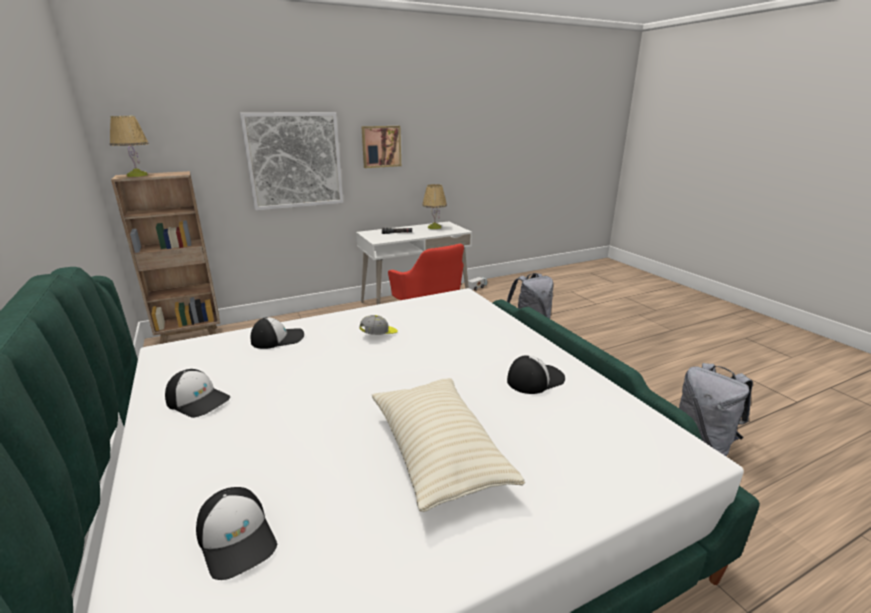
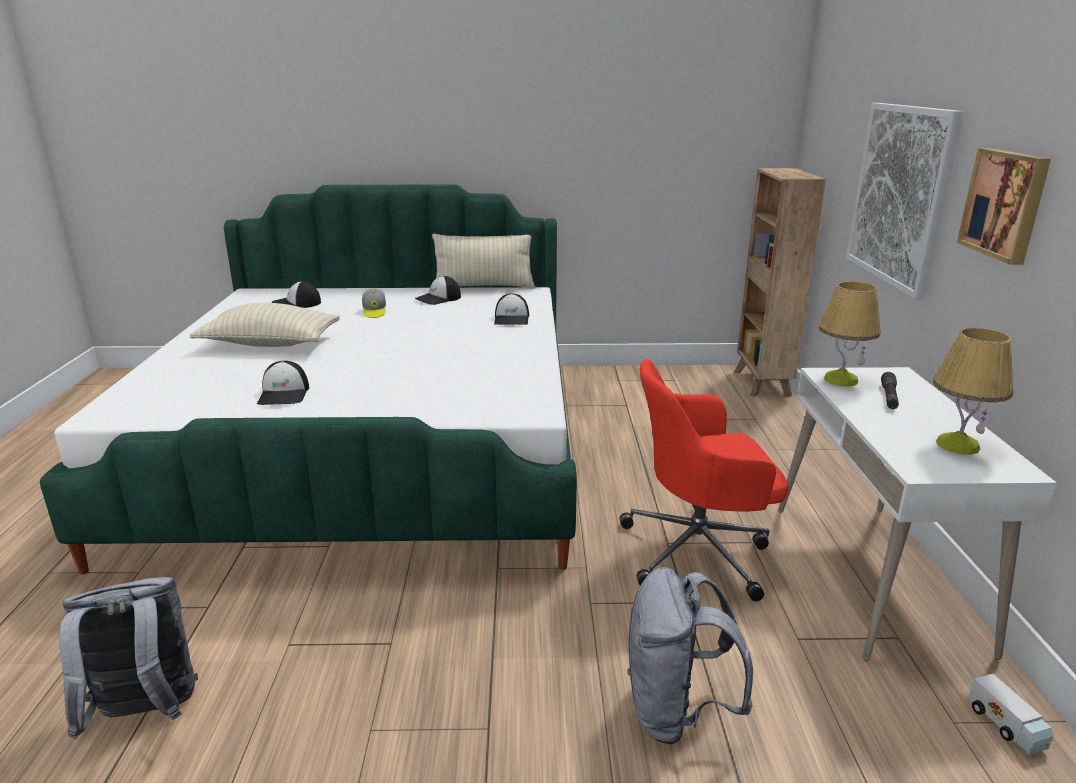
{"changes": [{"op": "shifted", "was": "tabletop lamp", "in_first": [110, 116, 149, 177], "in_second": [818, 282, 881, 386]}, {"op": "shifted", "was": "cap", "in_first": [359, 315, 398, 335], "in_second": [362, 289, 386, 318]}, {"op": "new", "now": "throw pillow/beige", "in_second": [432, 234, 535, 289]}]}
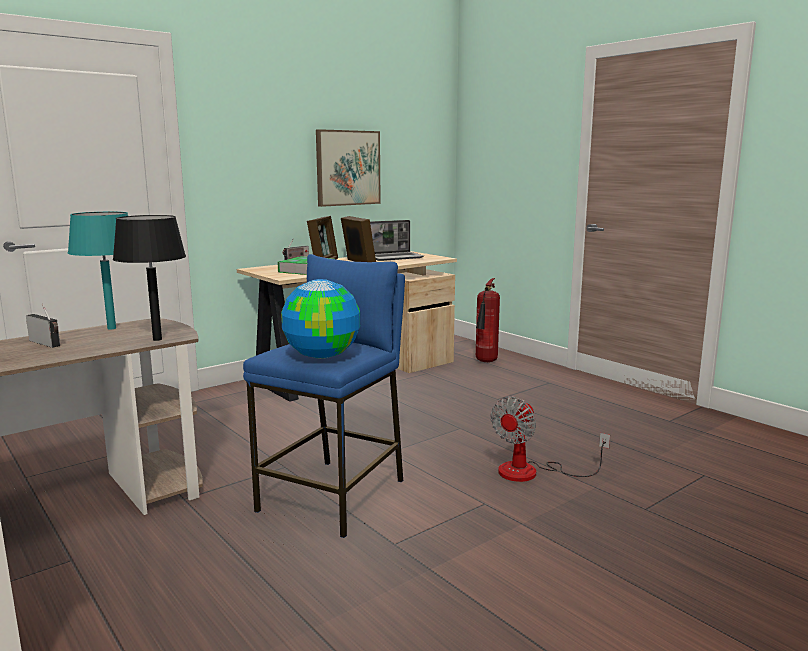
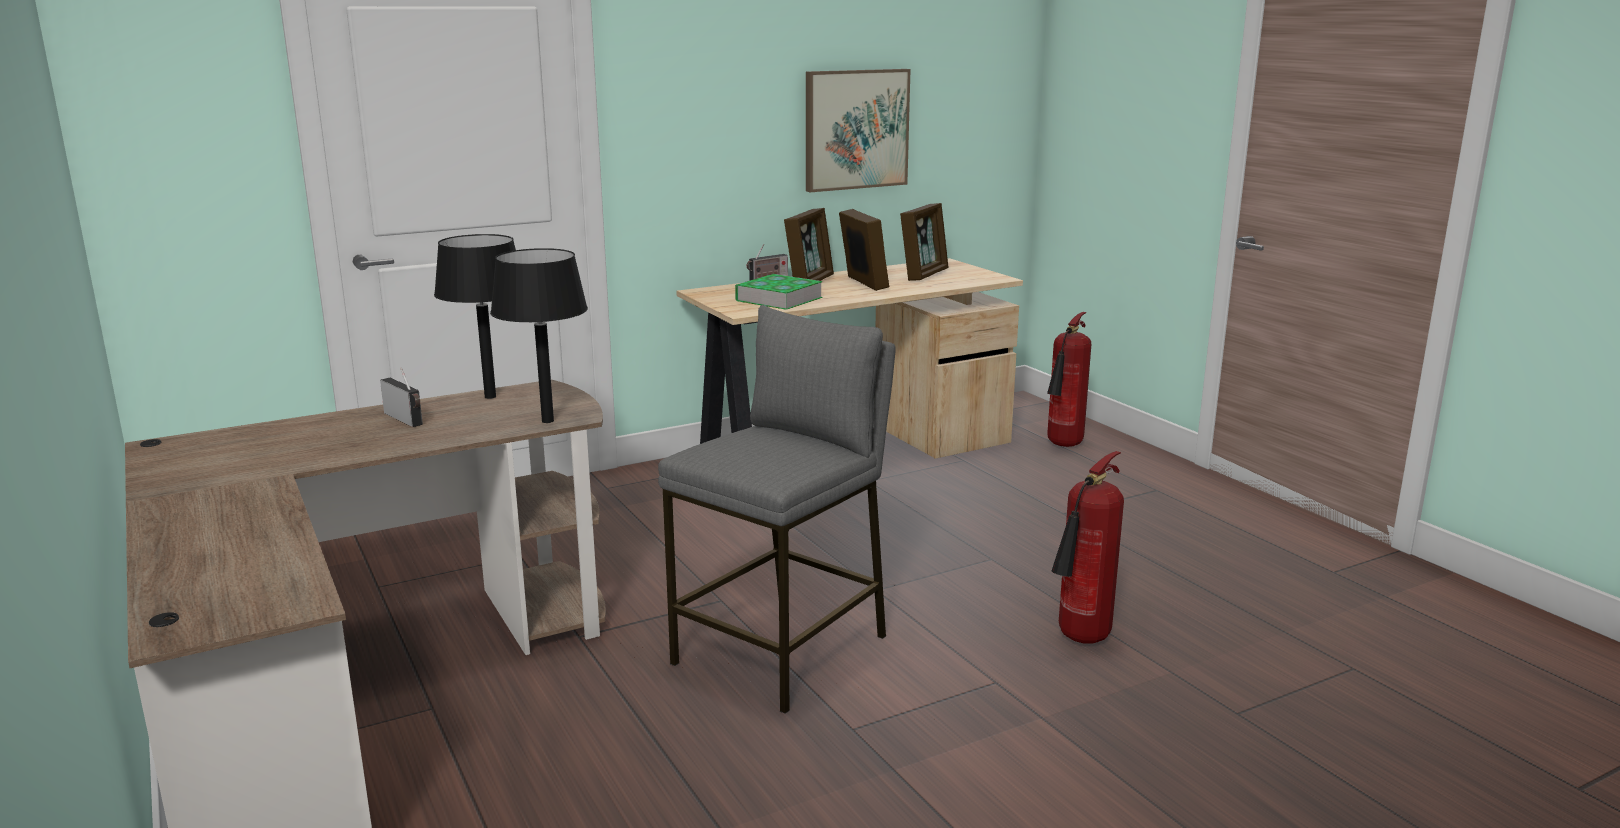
{"changes": [{"op": "repainted", "was": "tabletop lamp/turquoise-coloured", "now": "tabletop lamp/black-coloured", "in_first": [68, 212, 128, 330], "in_second": [434, 234, 516, 399]}, {"op": "repainted", "was": "sitting stool/bluish", "now": "sitting stool/gray", "in_first": [243, 254, 405, 538], "in_second": [658, 305, 896, 714]}, {"op": "gone", "was": "globe", "in_first": [281, 279, 360, 359]}, {"op": "swapped", "was": "notebook computer", "now": "standing frame", "in_first": [370, 220, 424, 261], "in_second": [900, 203, 948, 281]}, {"op": "swapped", "was": "cooling fan", "now": "fire-fighting cylinder", "in_first": [491, 397, 610, 482], "in_second": [1052, 451, 1124, 643]}]}
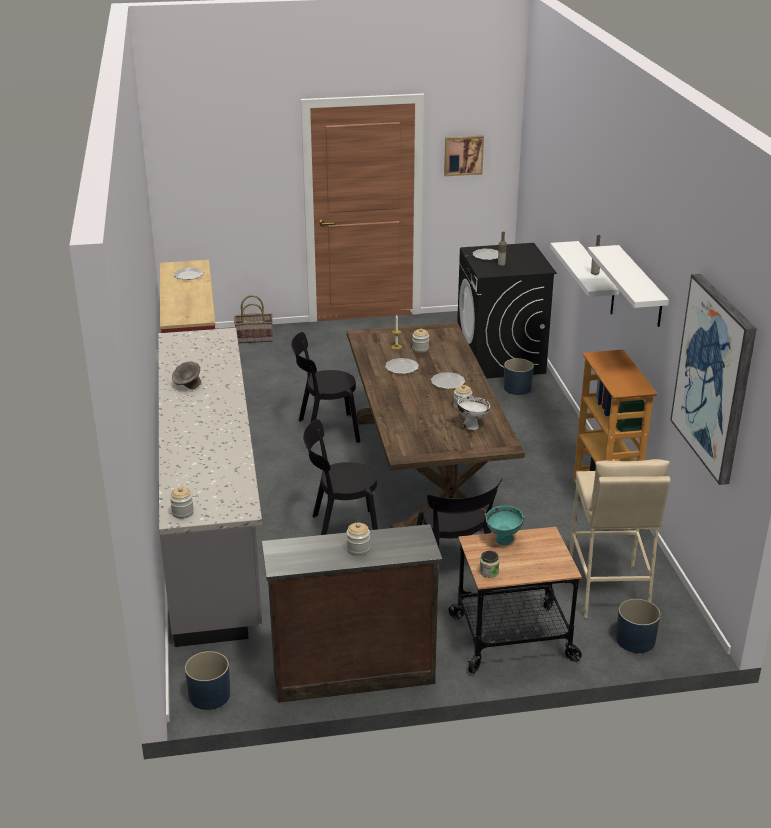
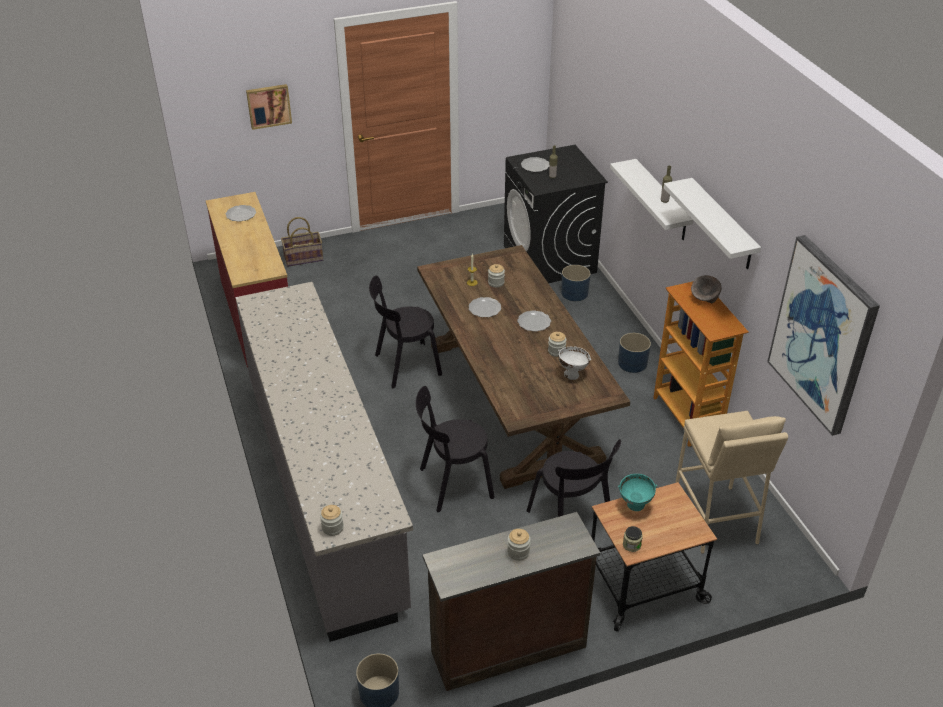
{"changes": [{"op": "shifted", "was": "bowl/gray", "in_first": [172, 362, 201, 390], "in_second": [691, 275, 722, 303]}, {"op": "shifted", "was": "wall art", "in_first": [444, 135, 484, 176], "in_second": [246, 84, 292, 130]}, {"op": "shifted", "was": "flower pot/bluish", "in_first": [616, 599, 661, 653], "in_second": [618, 333, 651, 373]}]}
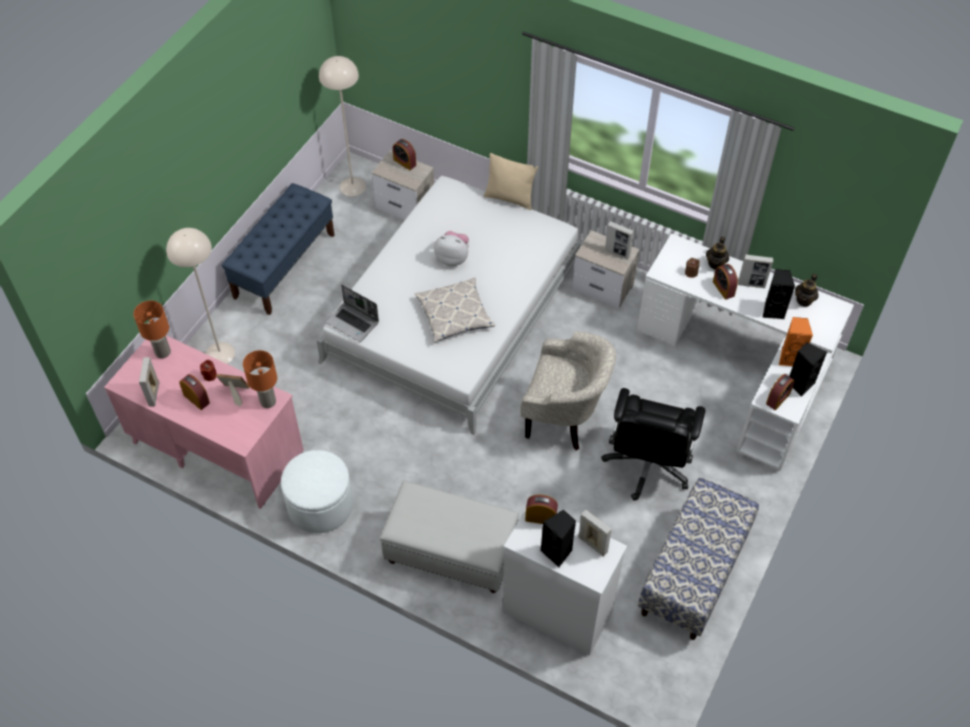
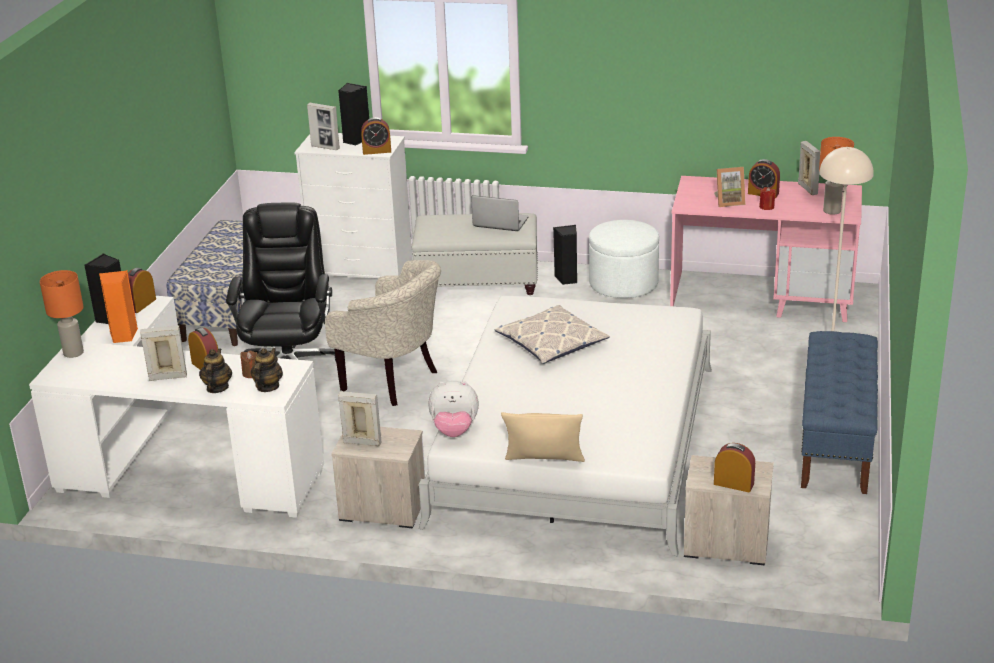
{"changes": [{"op": "shifted", "was": "tabletop lamp/orange-coloured", "in_first": [243, 350, 277, 408], "in_second": [40, 270, 84, 358]}, {"op": "gone", "was": "standard lamp/beige", "in_first": [319, 56, 366, 196]}, {"op": "shifted", "was": "notebook computer", "in_first": [326, 285, 379, 342], "in_second": [471, 195, 528, 231]}, {"op": "shifted", "was": "cuddly toy", "in_first": [434, 231, 469, 266], "in_second": [428, 381, 479, 437]}, {"op": "rotated", "was": "armchair/beige", "in_first": [521, 331, 616, 451], "in_second": [325, 260, 441, 406], "clockwise": -150}, {"op": "shifted", "was": "audio speaker/black-coloured", "in_first": [762, 269, 795, 319], "in_second": [553, 225, 577, 285]}, {"op": "shifted", "was": "tea pot", "in_first": [795, 274, 819, 307], "in_second": [251, 348, 283, 392]}]}
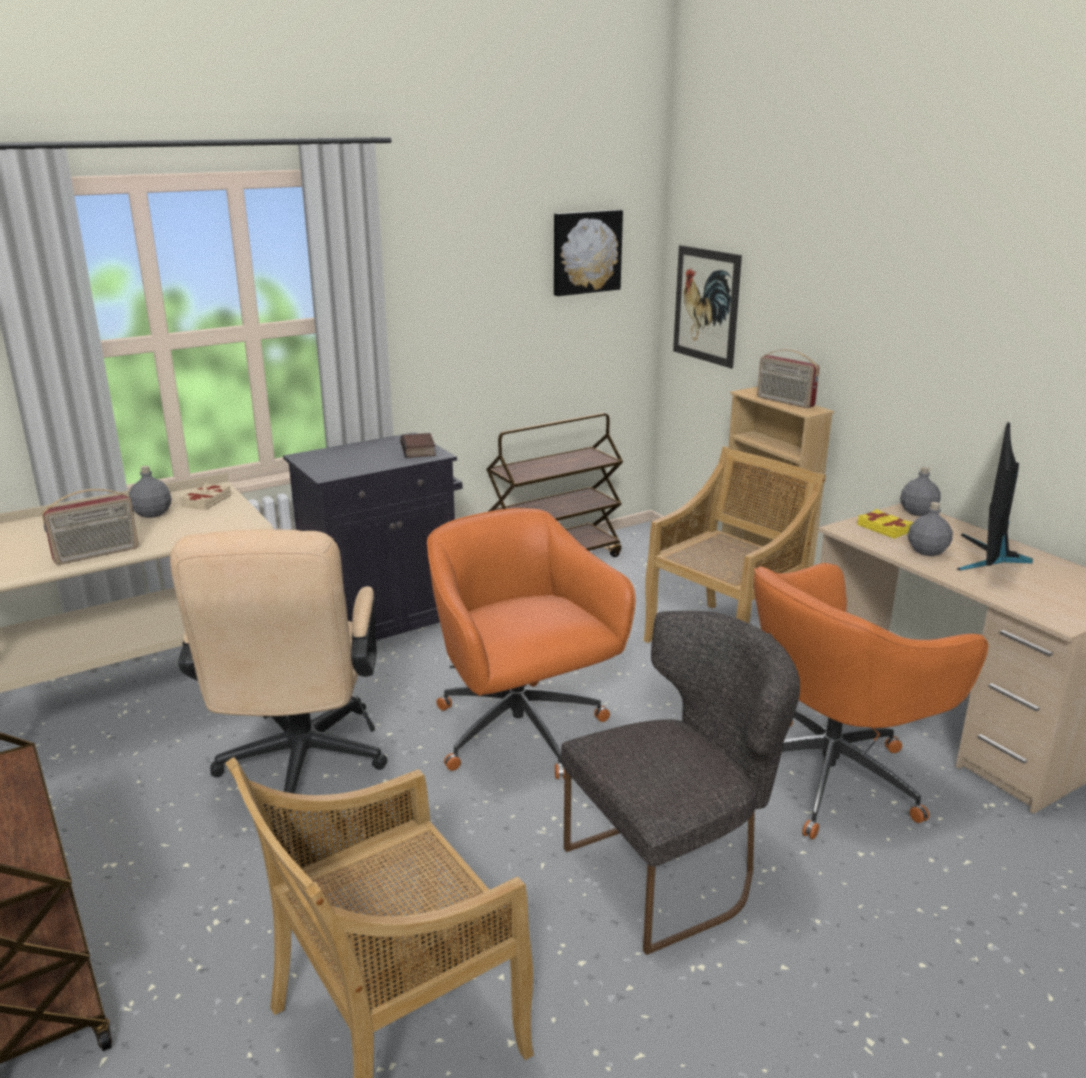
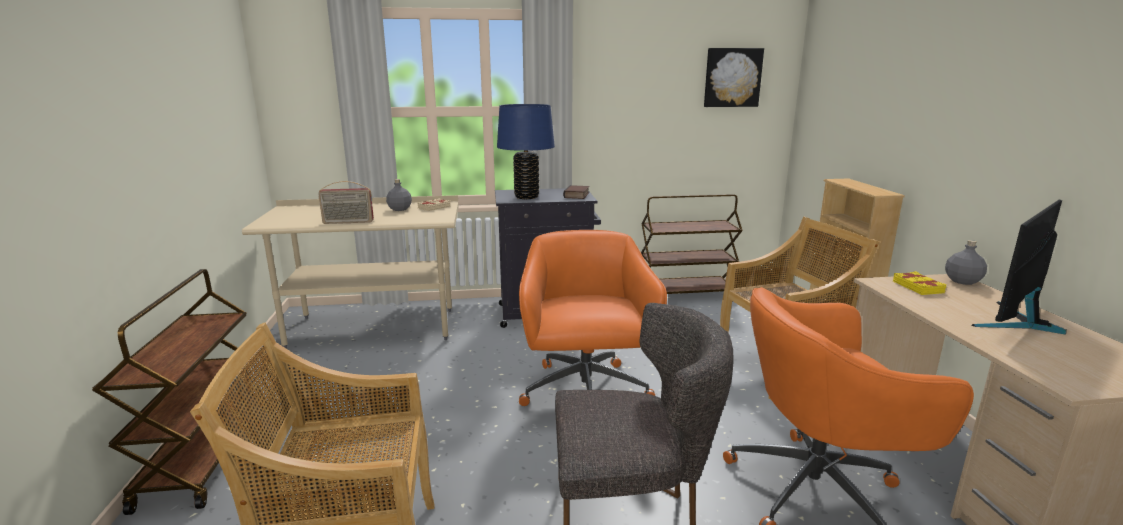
{"changes": [{"op": "gone", "was": "office chair/beige", "in_first": [170, 529, 387, 812]}, {"op": "gone", "was": "wall art", "in_first": [673, 245, 742, 369]}, {"op": "gone", "was": "radio", "in_first": [757, 349, 819, 408]}, {"op": "gone", "was": "beverage bottle/gray", "in_first": [908, 502, 953, 556]}, {"op": "new", "now": "tabletop lamp/bluish", "in_second": [497, 104, 555, 199]}]}
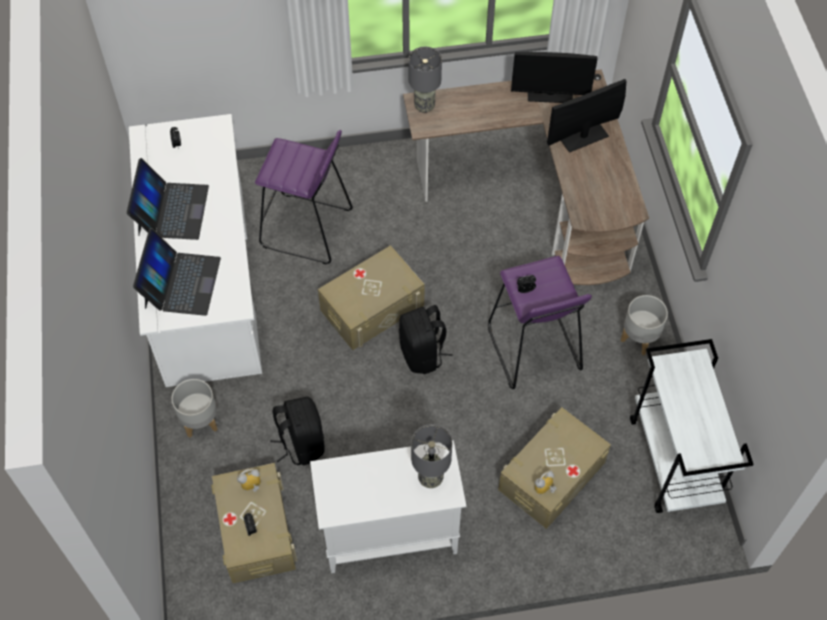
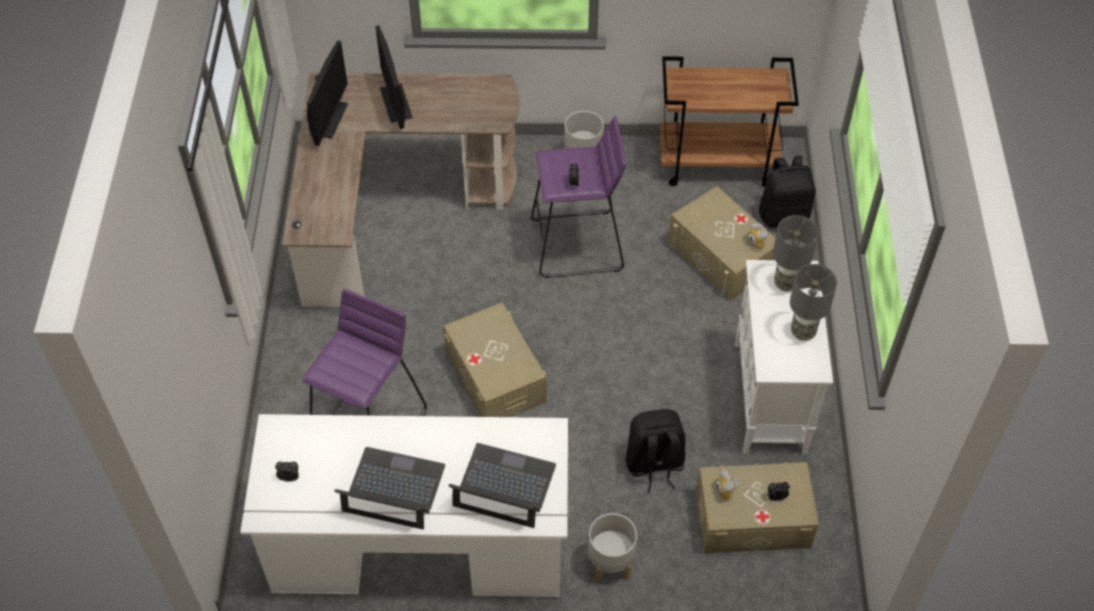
{"changes": [{"op": "shifted", "was": "knapsack/black-coloured", "in_first": [399, 305, 453, 374], "in_second": [759, 156, 816, 228]}, {"op": "shifted", "was": "tabletop lamp/gray", "in_first": [408, 47, 442, 113], "in_second": [790, 264, 837, 341]}, {"op": "repainted", "was": "trolley/white-coloured", "now": "trolley/brown", "in_first": [630, 339, 754, 513], "in_second": [660, 56, 799, 187]}]}
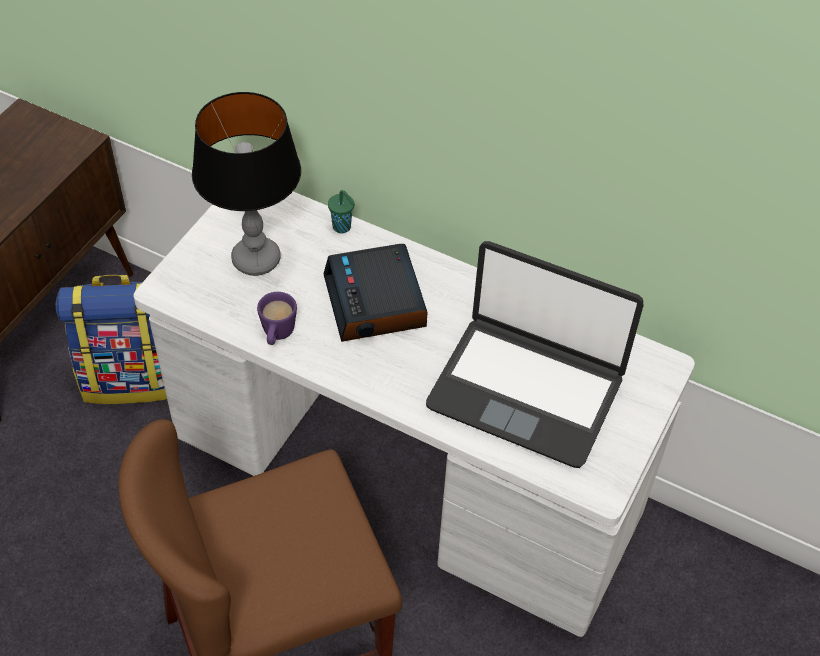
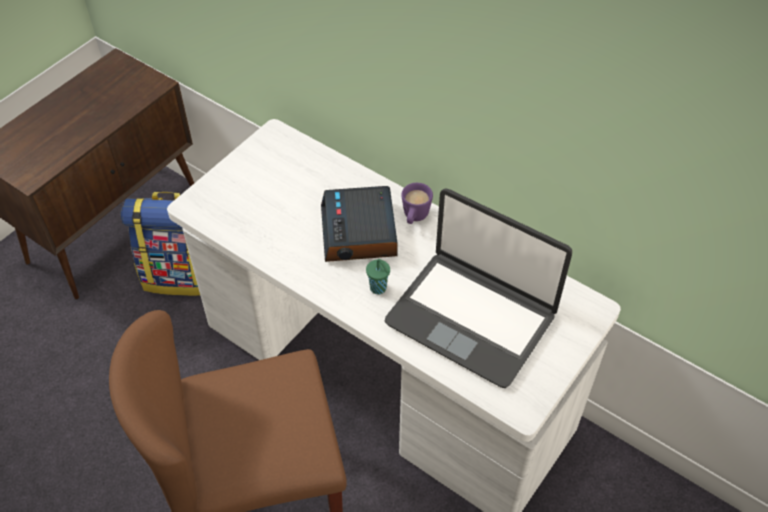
{"changes": [{"op": "gone", "was": "tabletop lamp", "in_first": [192, 92, 301, 276]}, {"op": "shifted", "was": "coffee mug/purplish", "in_first": [257, 292, 297, 345], "in_second": [401, 183, 433, 224]}, {"op": "shifted", "was": "drinking cup/green", "in_first": [328, 190, 354, 233], "in_second": [366, 259, 390, 294]}]}
